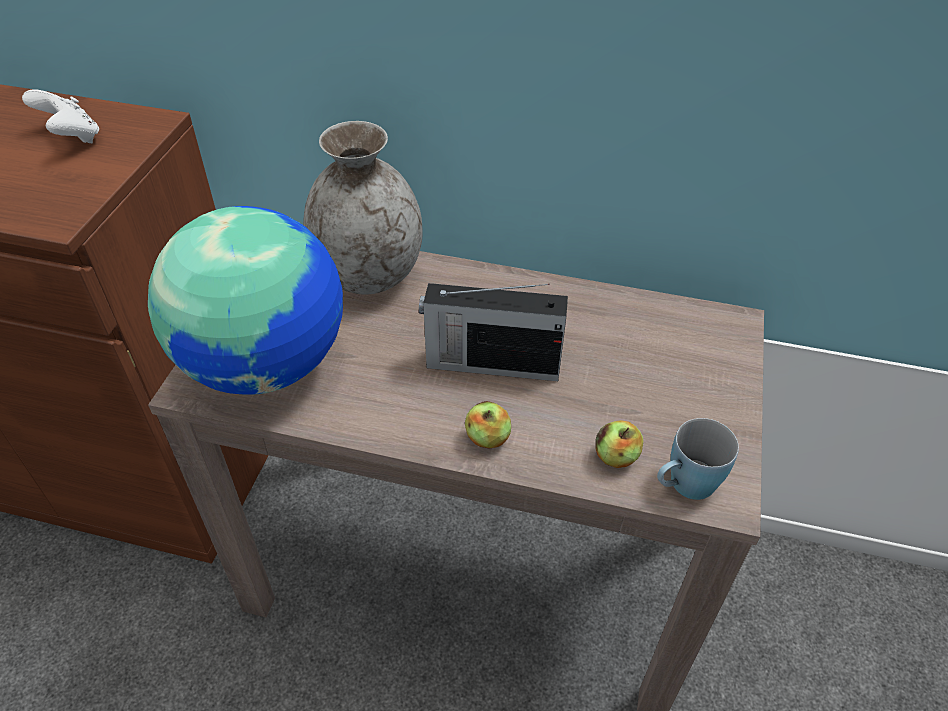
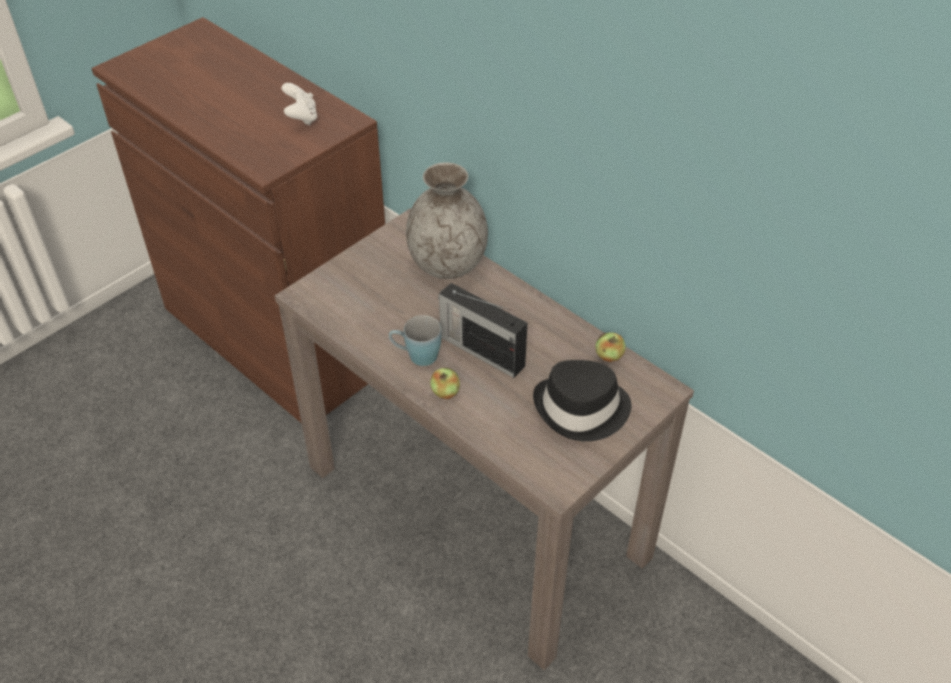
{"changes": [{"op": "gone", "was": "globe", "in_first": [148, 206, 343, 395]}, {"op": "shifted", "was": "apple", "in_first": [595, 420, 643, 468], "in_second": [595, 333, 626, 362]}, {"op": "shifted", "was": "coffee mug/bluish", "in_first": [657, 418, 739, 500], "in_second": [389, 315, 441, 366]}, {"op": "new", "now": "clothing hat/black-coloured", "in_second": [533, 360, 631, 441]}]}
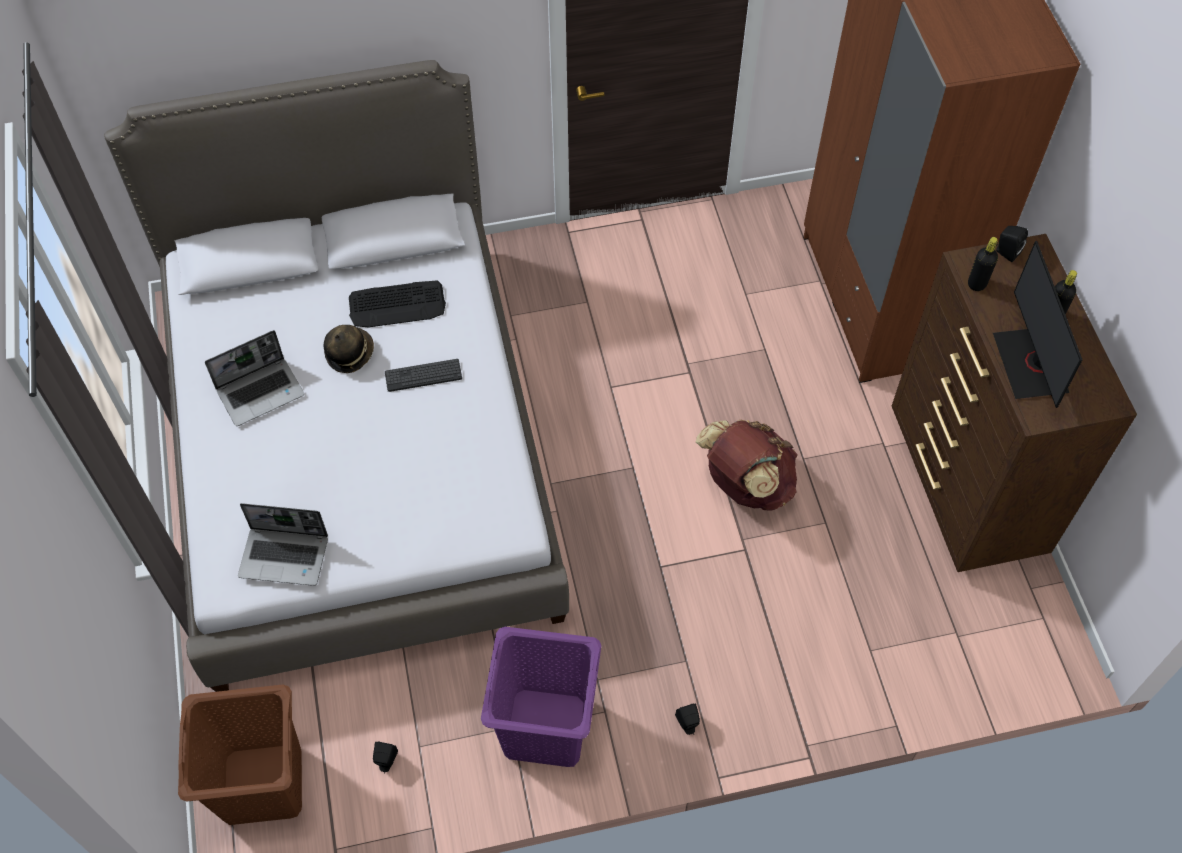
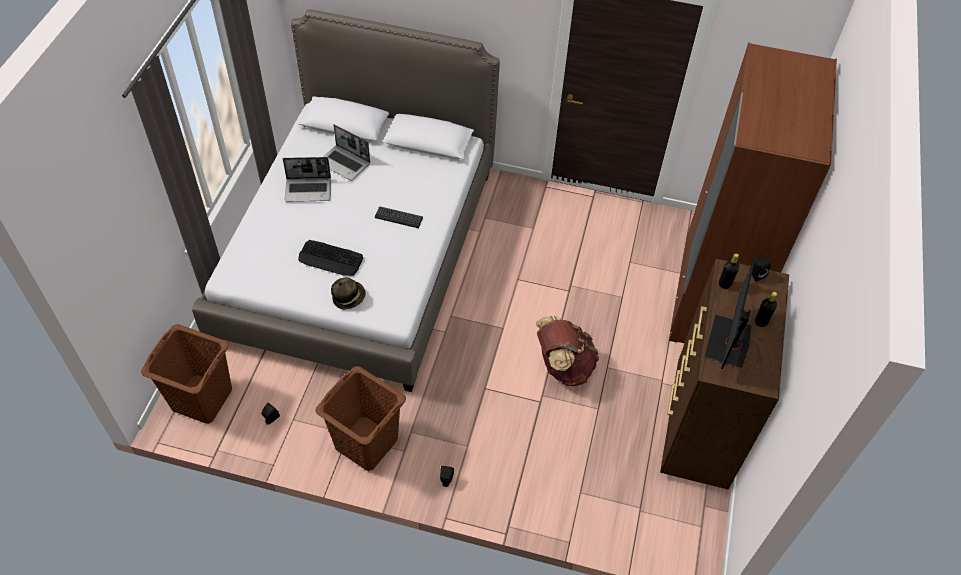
{"changes": [{"op": "shifted", "was": "notebook computer", "in_first": [238, 503, 328, 586], "in_second": [323, 124, 370, 181]}, {"op": "shifted", "was": "clothing hat", "in_first": [323, 325, 374, 373], "in_second": [331, 278, 366, 310]}, {"op": "shifted", "was": "computer keyboard", "in_first": [349, 280, 446, 328], "in_second": [298, 240, 363, 276]}, {"op": "repainted", "was": "laundry basket/purplish", "now": "laundry basket/brown", "in_first": [481, 627, 601, 767], "in_second": [315, 366, 406, 471]}]}
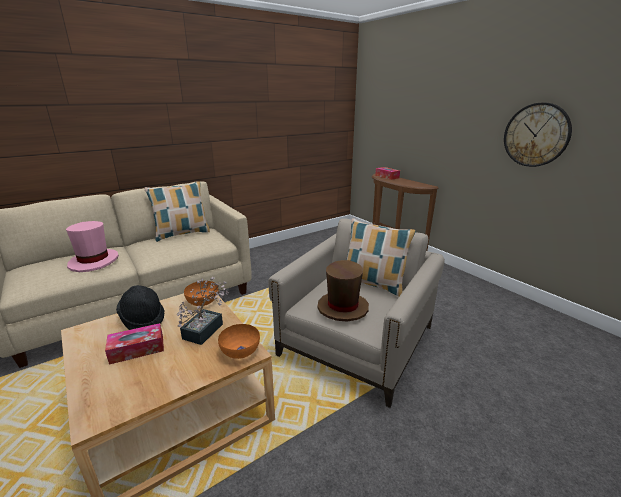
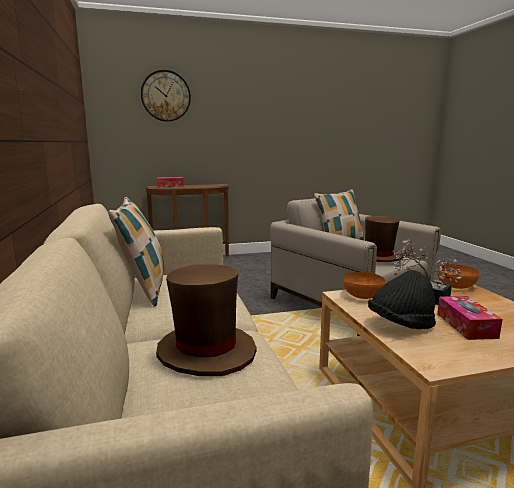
{"changes": [{"op": "repainted", "was": "clothing hat/pink", "now": "clothing hat/brown", "in_first": [66, 221, 119, 272], "in_second": [156, 264, 256, 376]}, {"op": "shifted", "was": "clock on the wall", "in_first": [504, 102, 572, 167], "in_second": [141, 70, 191, 122]}]}
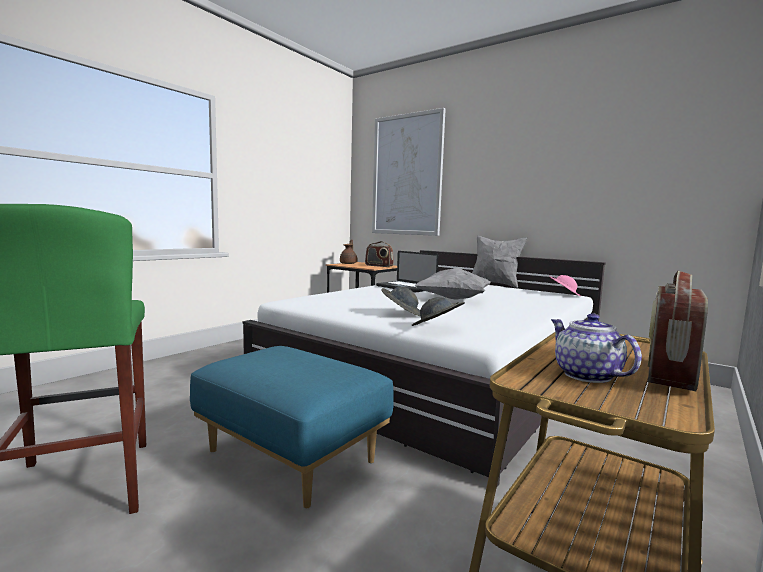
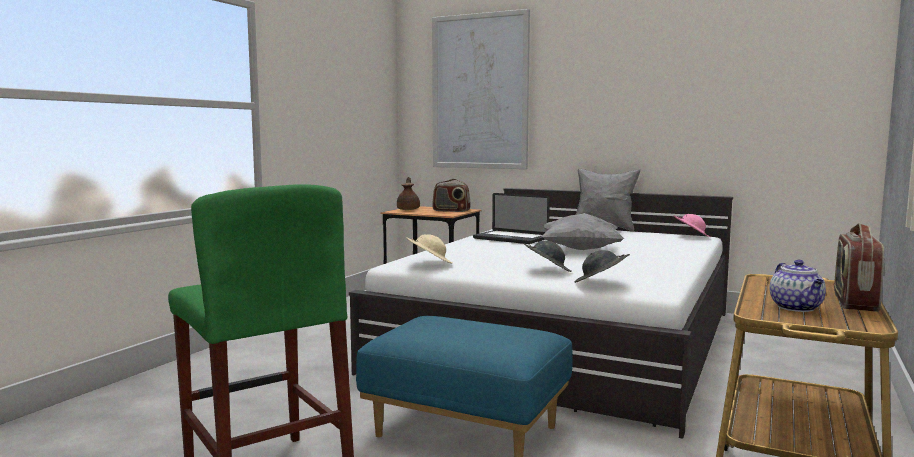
{"changes": [{"op": "rotated", "was": "tea pot", "in_first": [551, 313, 642, 383], "in_second": [769, 260, 826, 312], "clockwise": -150}, {"op": "new", "now": "clothing hat/beige", "in_second": [406, 234, 452, 264]}]}
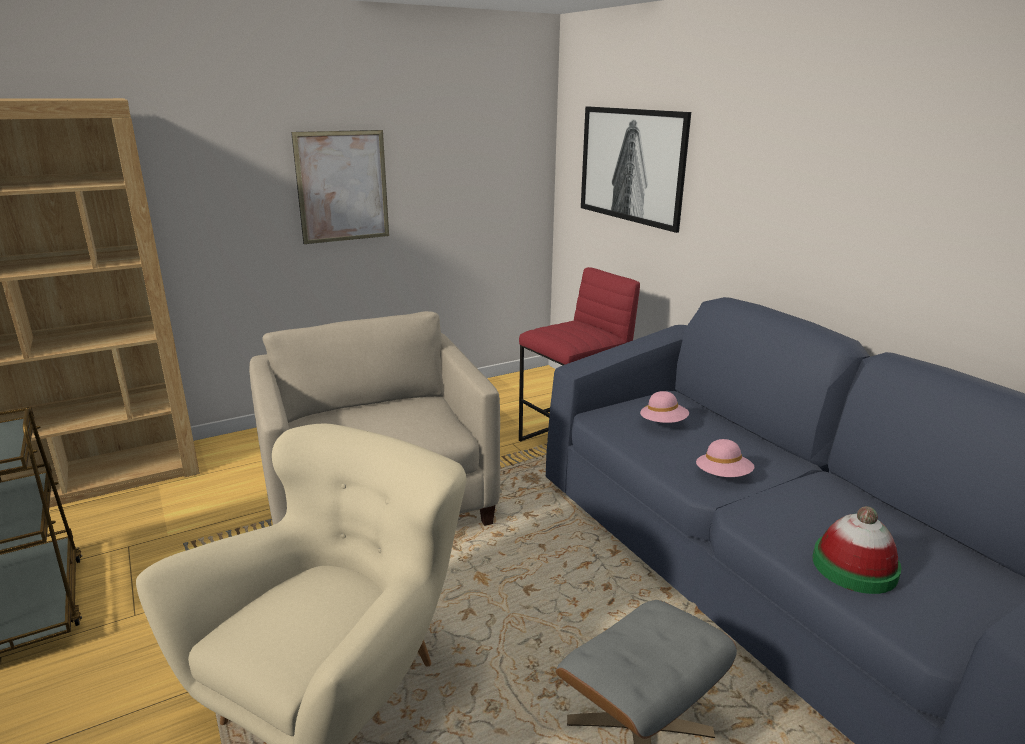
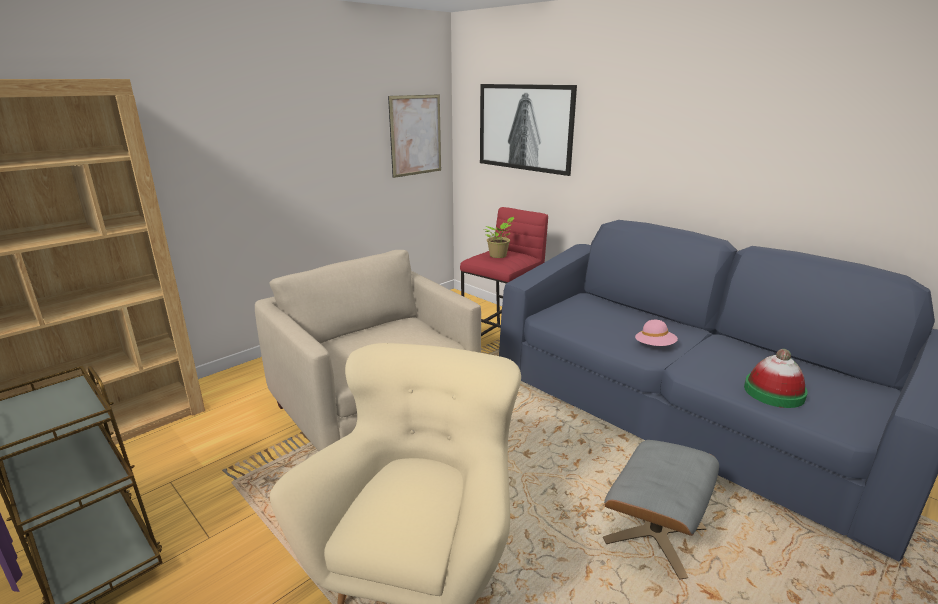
{"changes": [{"op": "shifted", "was": "wall art", "in_first": [291, 130, 389, 244], "in_second": [388, 94, 441, 178]}, {"op": "gone", "was": "clothing hat/pink", "in_first": [640, 391, 689, 423]}, {"op": "new", "now": "potted plant", "in_second": [484, 217, 514, 258]}]}
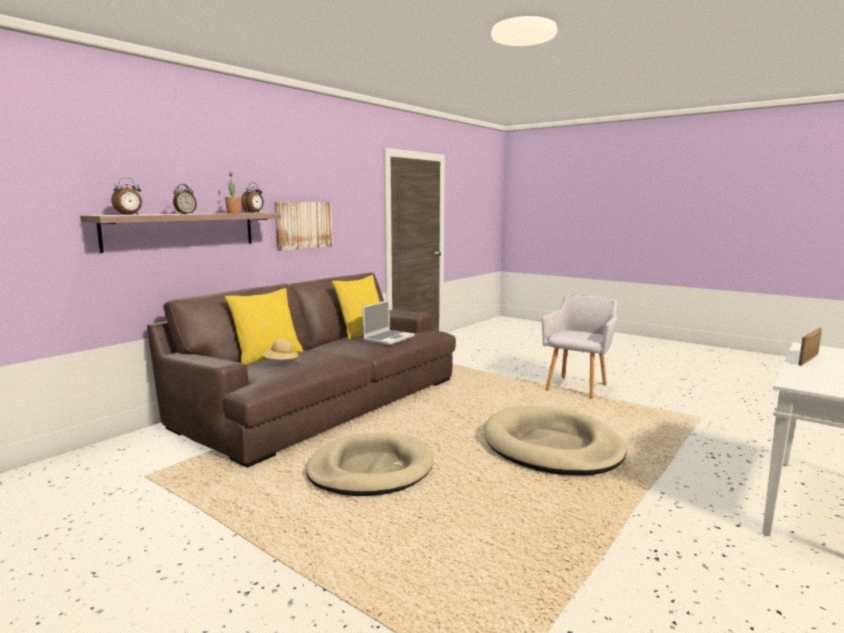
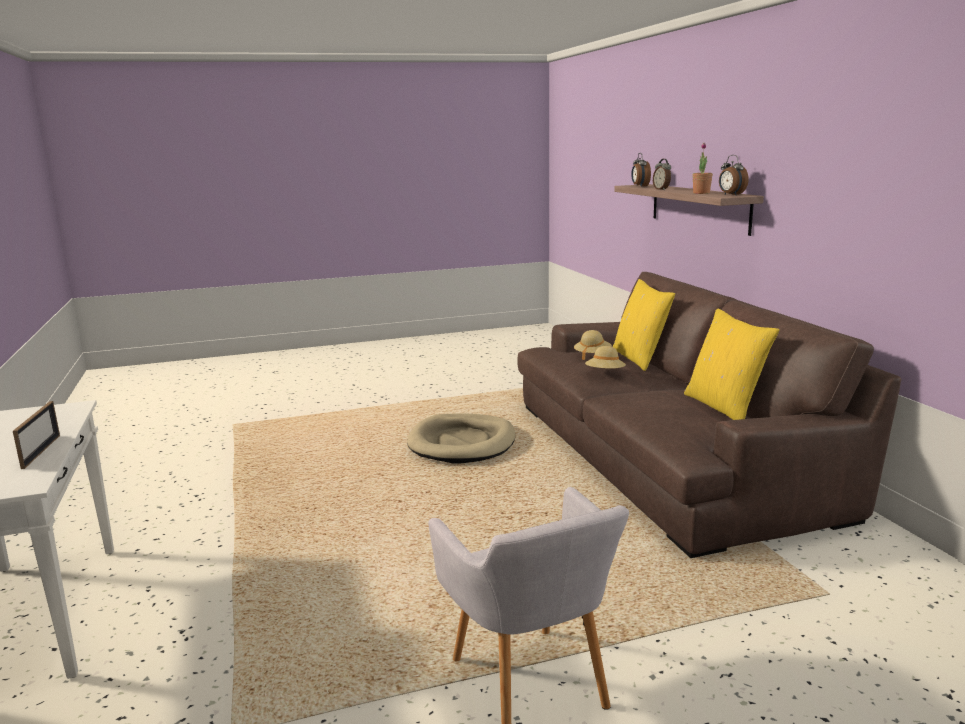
{"changes": [{"op": "gone", "was": "wall art", "in_first": [274, 202, 333, 251]}, {"op": "gone", "was": "notebook computer", "in_first": [363, 300, 415, 345]}, {"op": "gone", "was": "dog bed/beige", "in_first": [484, 406, 627, 475]}, {"op": "new", "now": "clothing hat/beige", "in_second": [585, 346, 626, 369]}]}
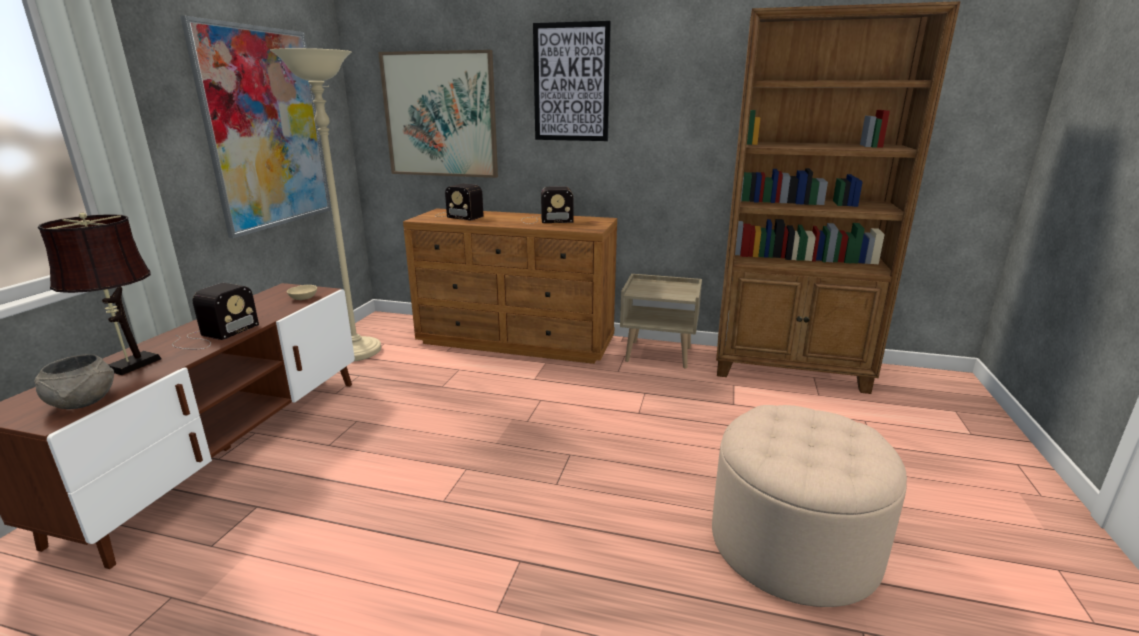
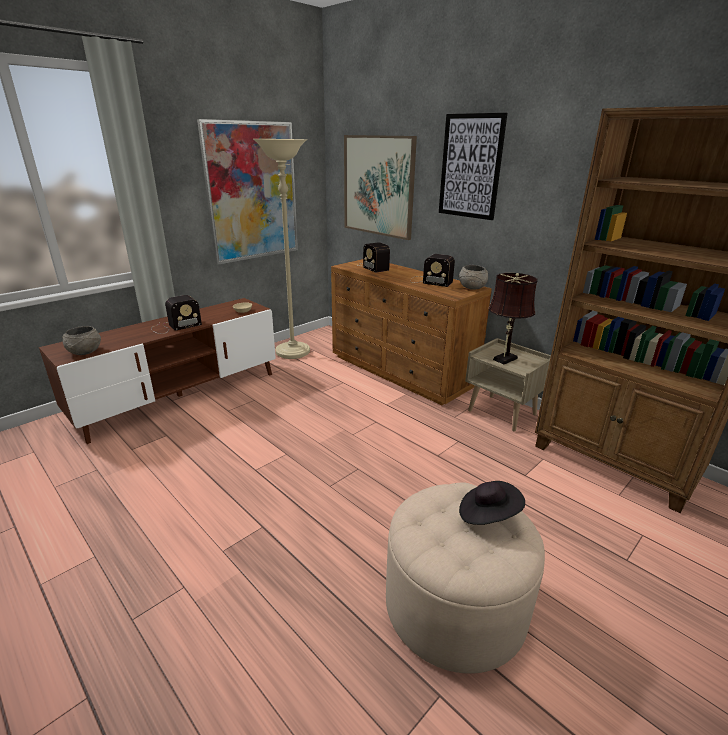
{"changes": [{"op": "shifted", "was": "tabletop lamp/brown", "in_first": [38, 213, 161, 375], "in_second": [488, 273, 537, 364]}, {"op": "new", "now": "bowl/gray", "in_second": [459, 265, 488, 290]}, {"op": "new", "now": "clothing hat/black-coloured", "in_second": [459, 481, 525, 525]}]}
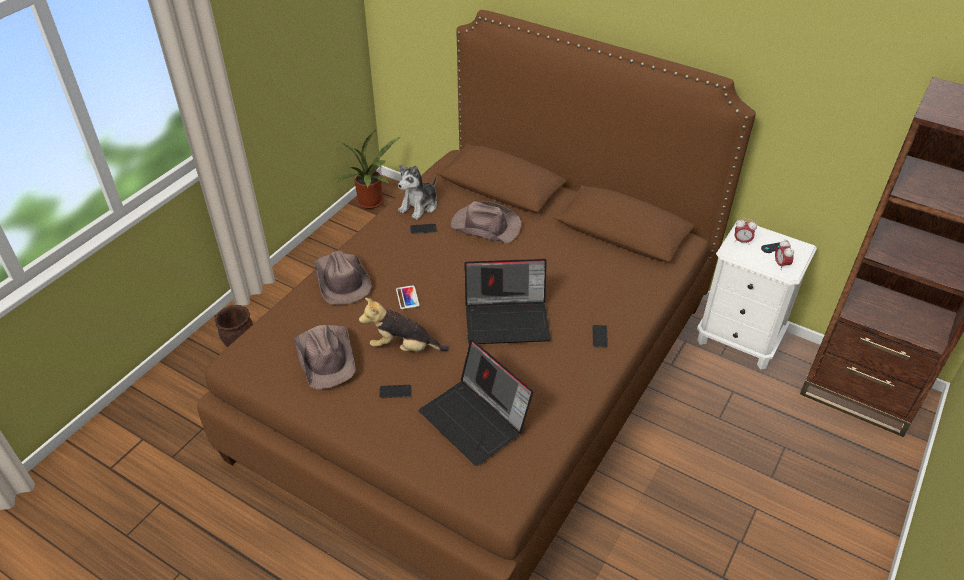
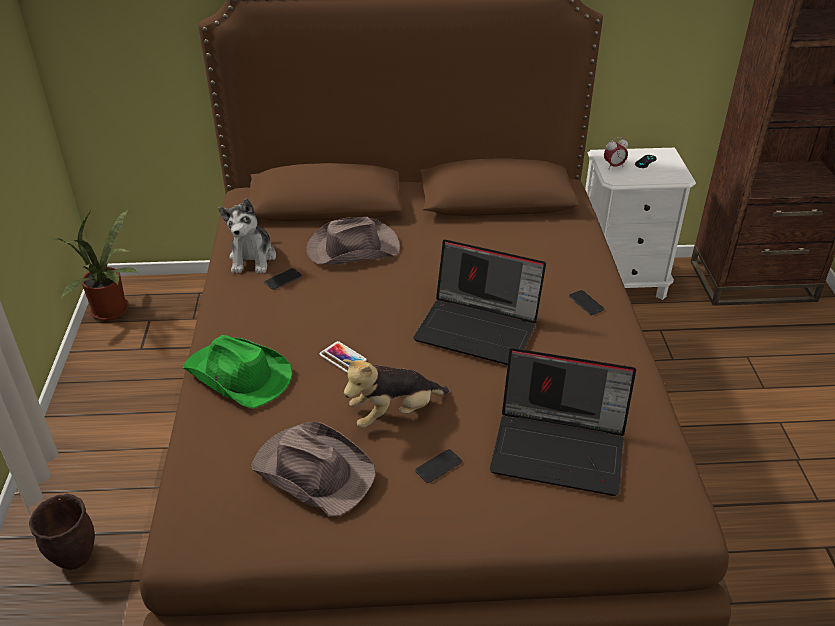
{"changes": [{"op": "repainted", "was": "clothing hat/brown", "now": "clothing hat/green", "in_first": [314, 250, 372, 305], "in_second": [183, 335, 293, 409]}, {"op": "rotated", "was": "notebook computer", "in_first": [464, 259, 551, 344], "in_second": [413, 240, 546, 365], "clockwise": 60}, {"op": "gone", "was": "alarm clock", "in_first": [775, 240, 794, 269]}]}
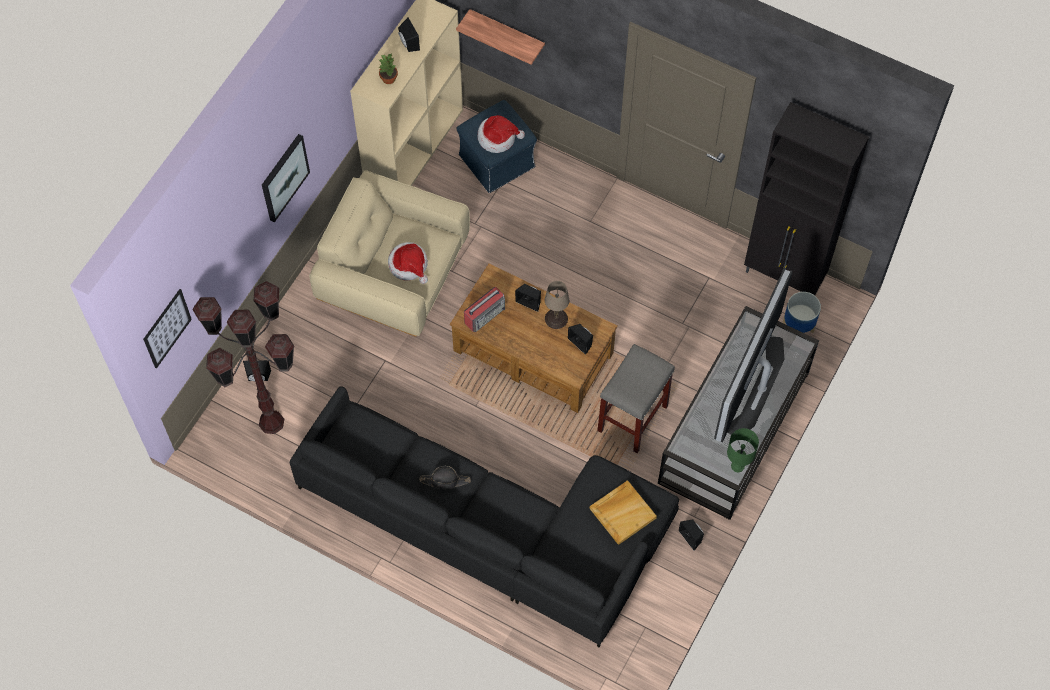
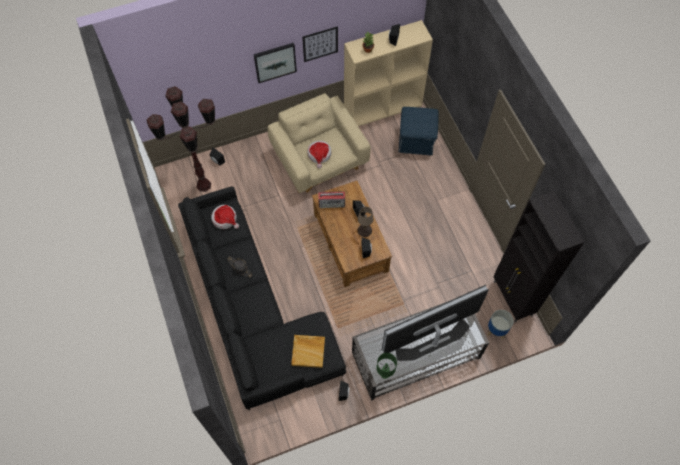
{"changes": [{"op": "shifted", "was": "wall art", "in_first": [143, 289, 192, 369], "in_second": [302, 26, 338, 62]}, {"op": "gone", "was": "bracket shelf", "in_first": [456, 9, 545, 65]}, {"op": "shifted", "was": "clothing hat", "in_first": [478, 115, 525, 153], "in_second": [211, 205, 239, 229]}, {"op": "gone", "was": "sitting stool/gray", "in_first": [597, 344, 675, 453]}]}
